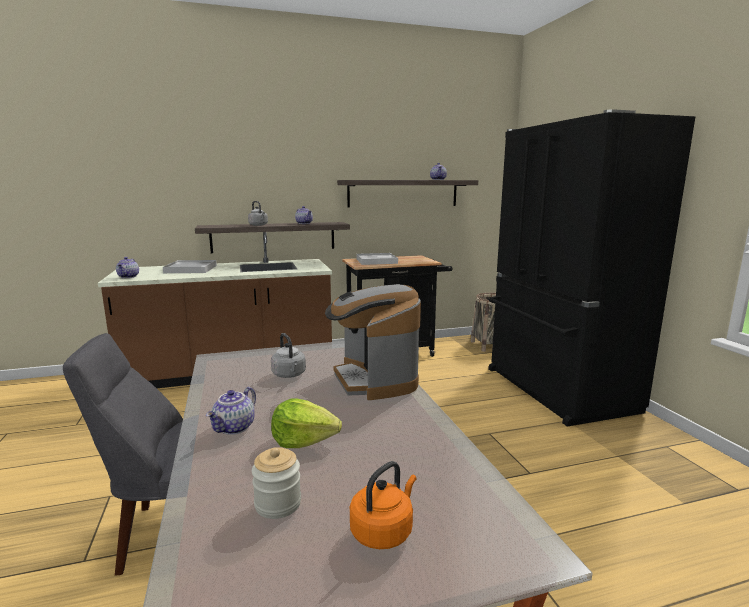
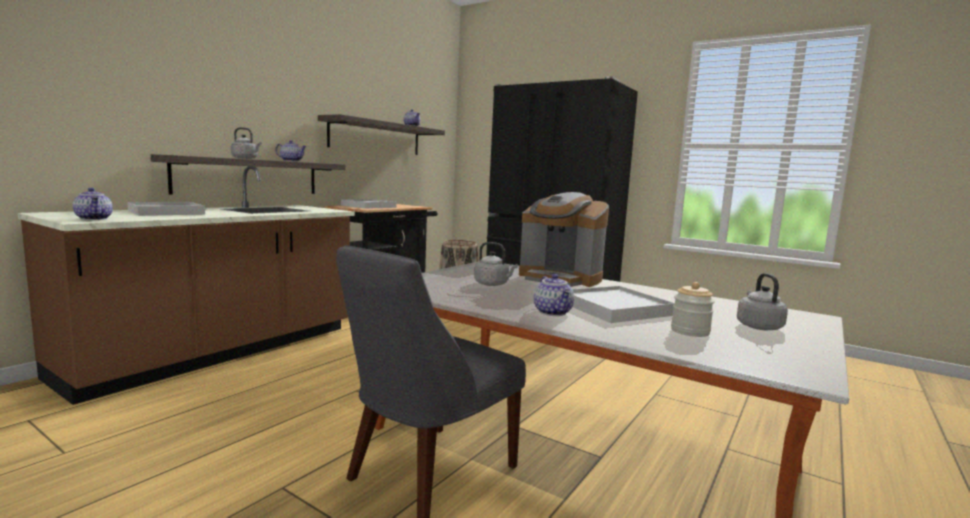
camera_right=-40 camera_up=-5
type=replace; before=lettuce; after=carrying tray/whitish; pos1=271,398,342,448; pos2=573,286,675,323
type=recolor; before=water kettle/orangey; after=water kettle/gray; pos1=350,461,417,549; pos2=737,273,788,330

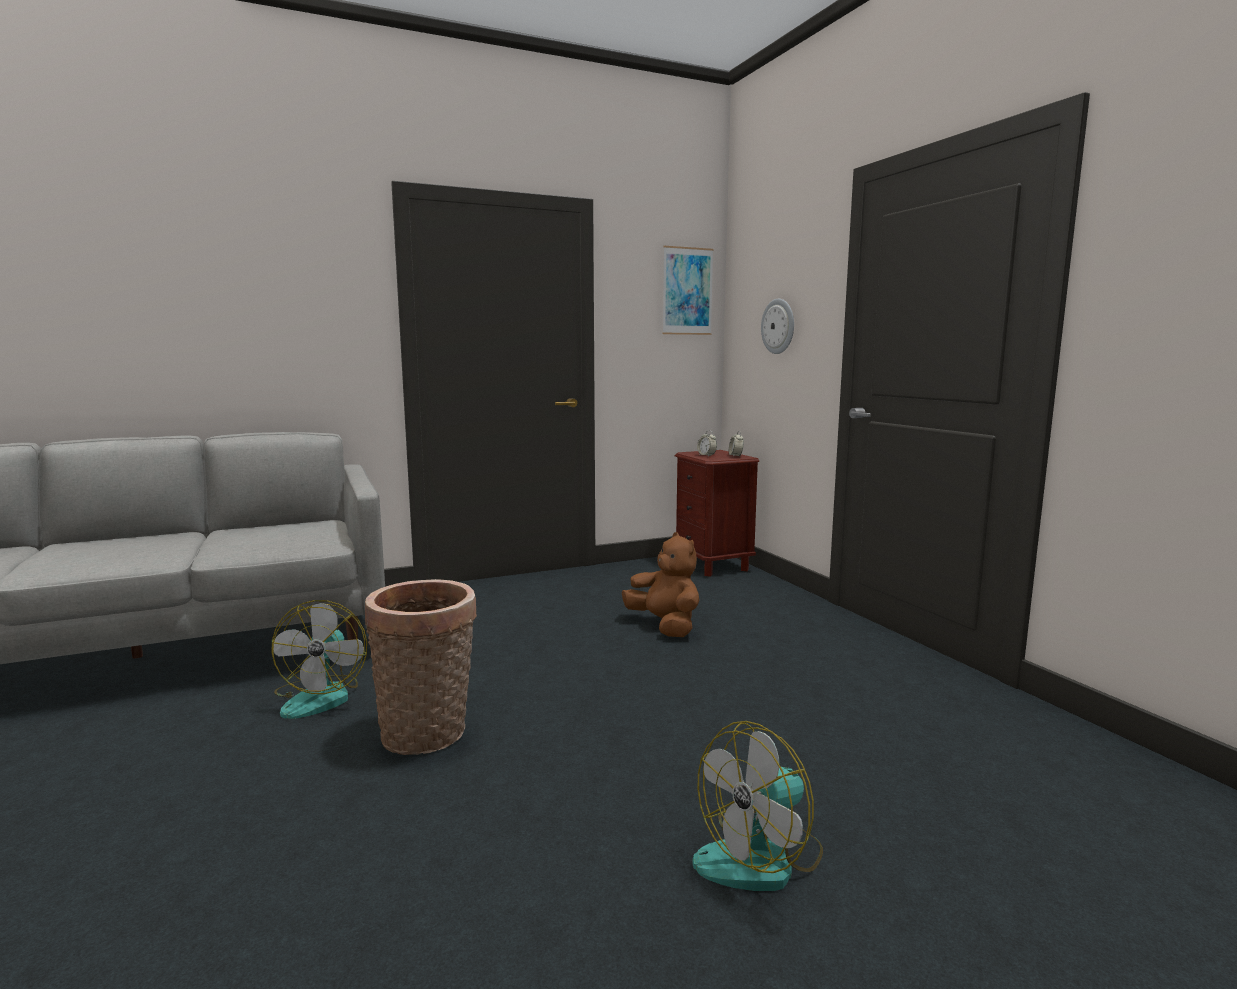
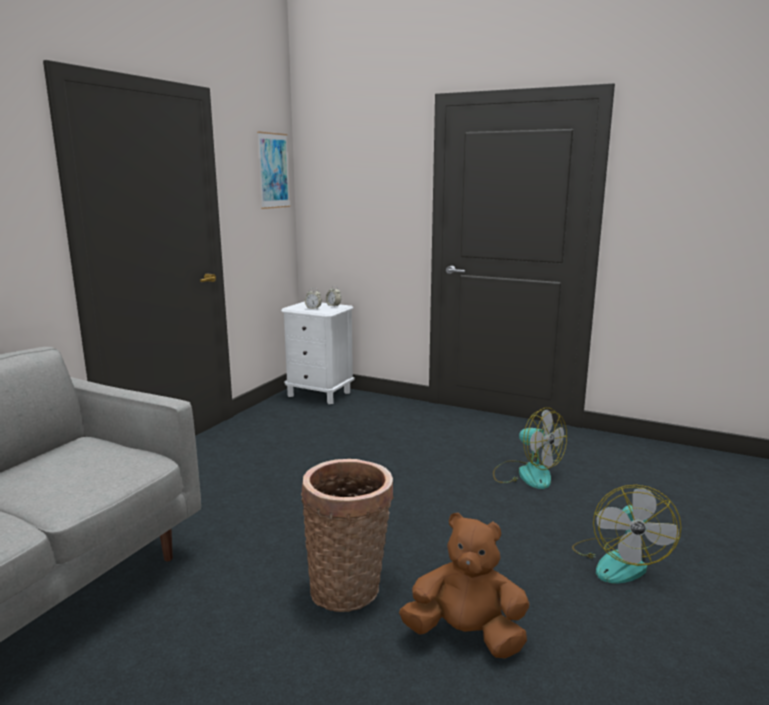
camera_right=-40 camera_up=5
type=move; before=electric fan; pos1=271,600,367,719; pos2=493,408,567,489
type=move; before=soft toy/brownish; pos1=622,532,700,637; pos2=399,513,529,658
type=recolor; before=nightstand/brownish; after=nightstand/whitish; pos1=674,450,759,577; pos2=281,301,354,404
type=delete; before=wall clock; pos1=761,299,794,354

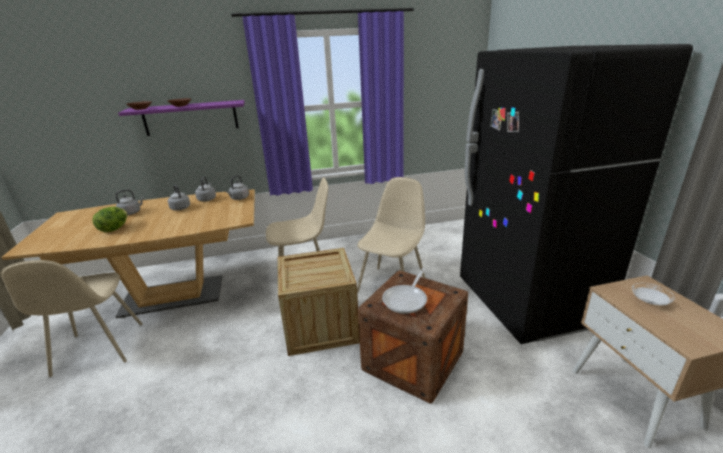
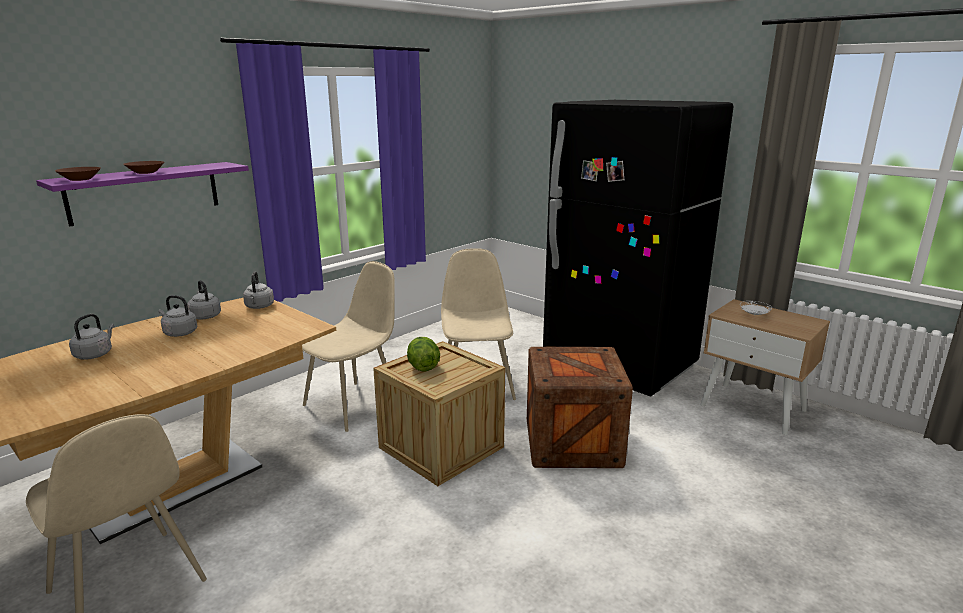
camera_right=-35 camera_up=-5
type=move; before=lettuce; pos1=92,207,128,232; pos2=407,337,440,371
type=delete; before=pan; pos1=382,268,427,314

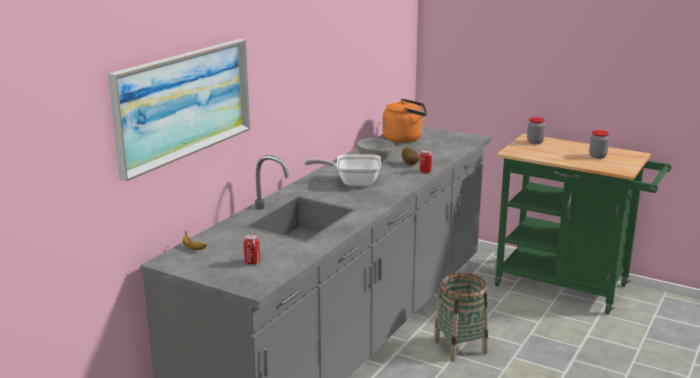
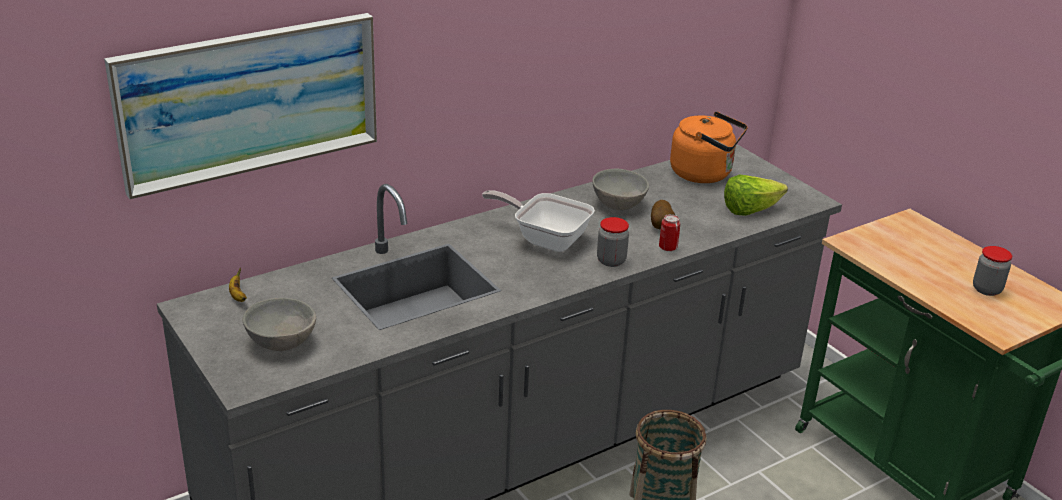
camera_right=25 camera_up=10
type=replace; before=can; after=bowl/gray; pos1=244,234,260,265; pos2=242,298,316,351
type=move; before=preserve jar; pos1=527,117,545,144; pos2=597,217,629,267
type=insert; after=lettuce; pos2=724,174,788,216

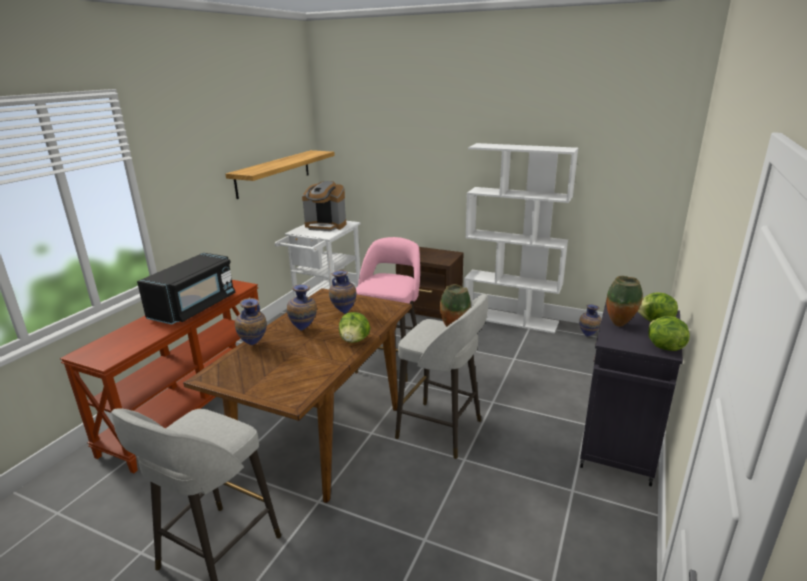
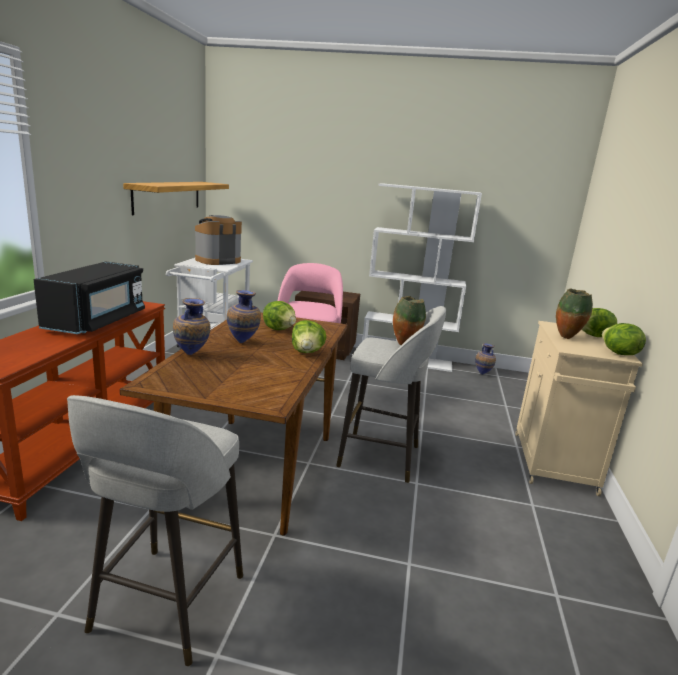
camera_right=-15 camera_up=-5
type=rotate; before=coffee brewer; pos1=302,181,346,231; pos2=195,215,242,265; turn=135
type=replace; before=decorative vase; after=lettuce; pos1=329,270,356,314; pos2=263,301,296,330
type=recolor; before=storage cabinet/black; after=storage cabinet/beige-coloured; pos1=580,303,683,487; pos2=516,321,643,496

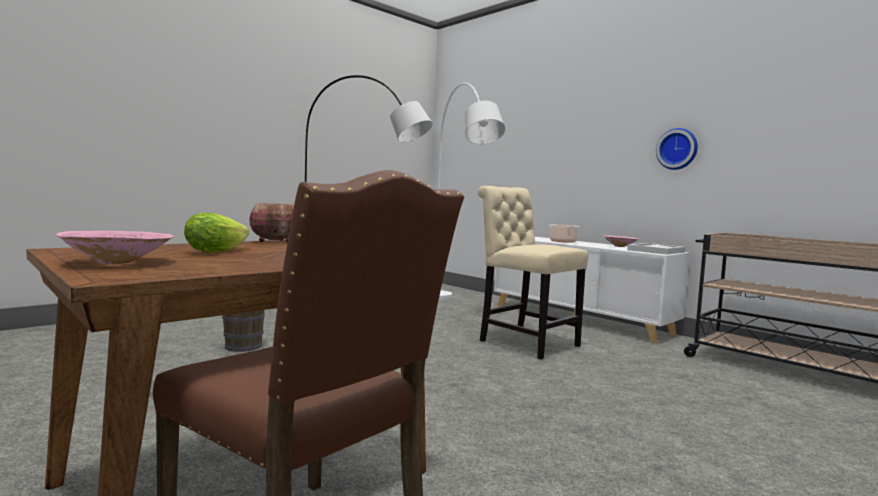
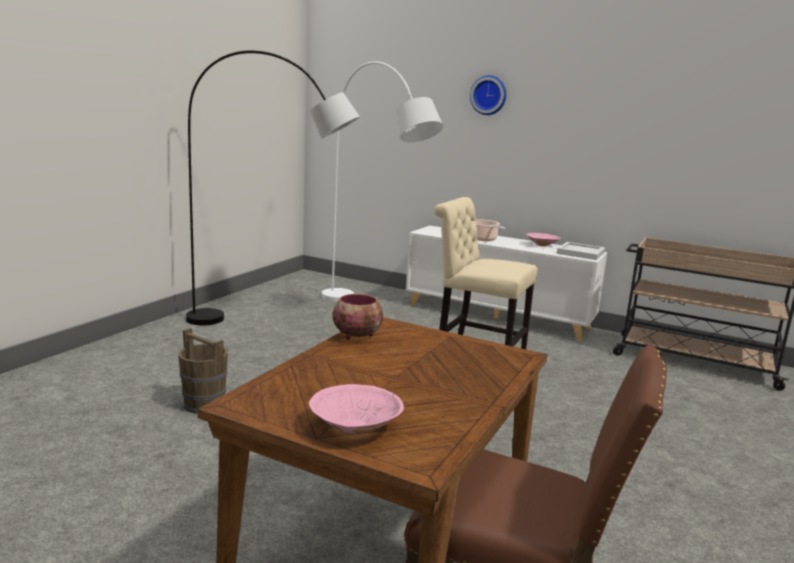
camera_right=-20 camera_up=10
type=delete; before=lettuce; pos1=184,212,249,253
type=move; before=wall clock; pos1=656,128,698,170; pos2=470,75,506,115

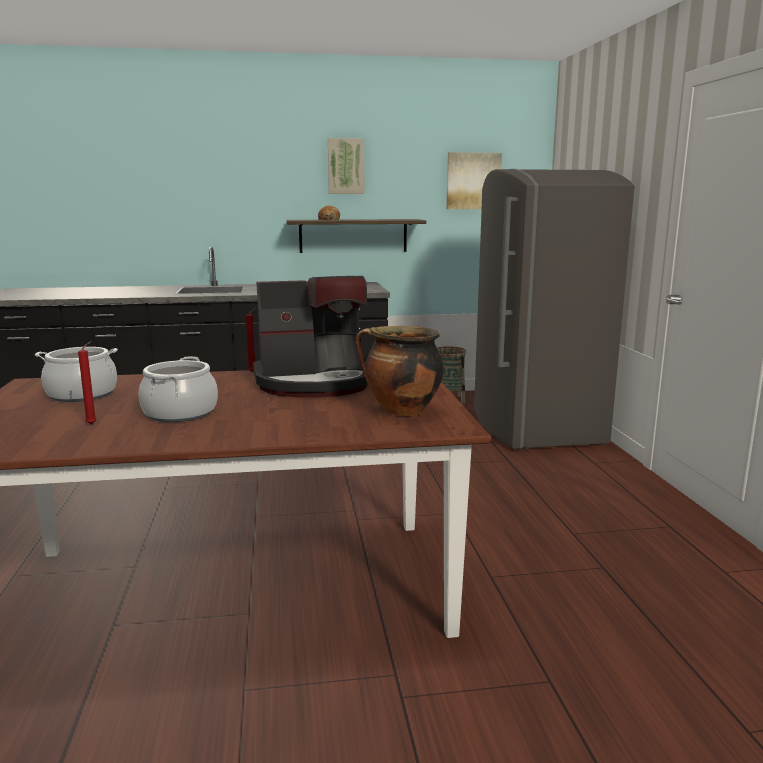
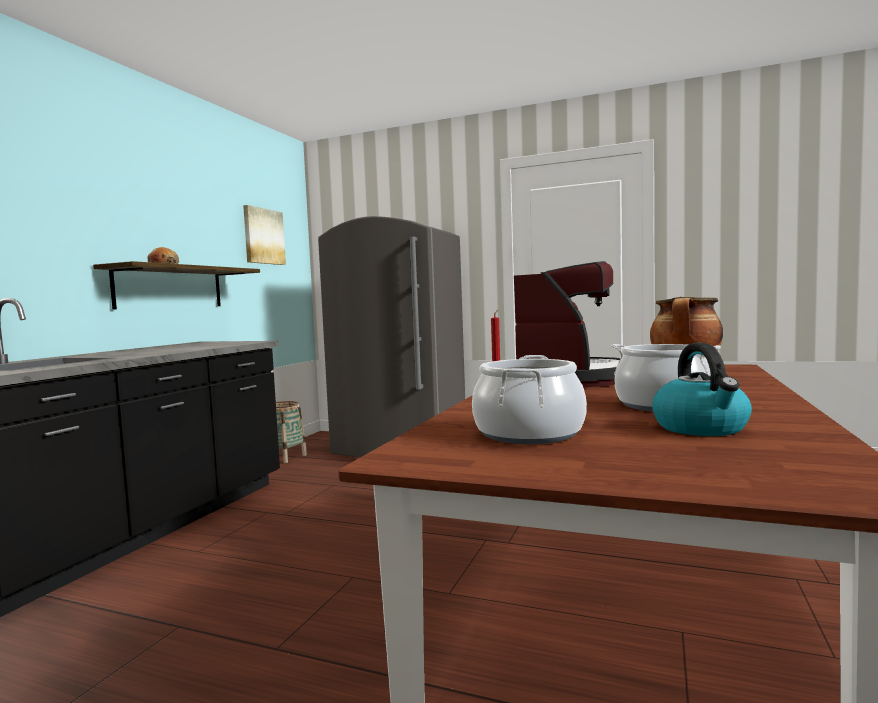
camera_right=-60 camera_up=-10
type=replace; before=wax light/red-coloured; after=water kettle; pos1=78,341,97,425; pos2=652,343,752,436
type=delete; before=wall picture; pos1=328,138,364,194

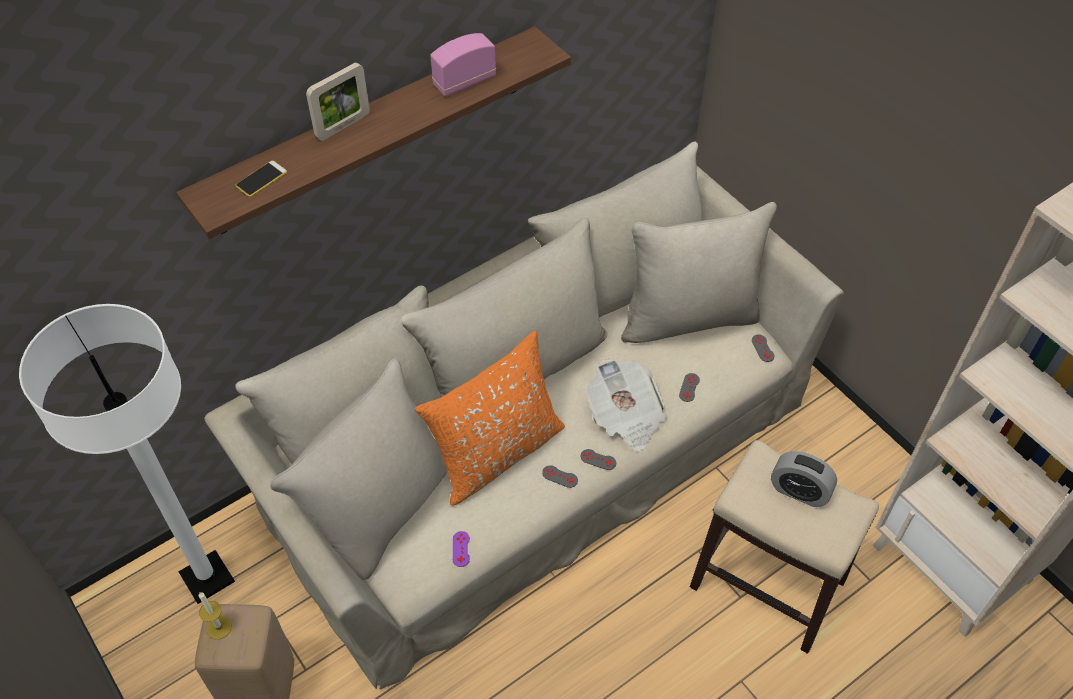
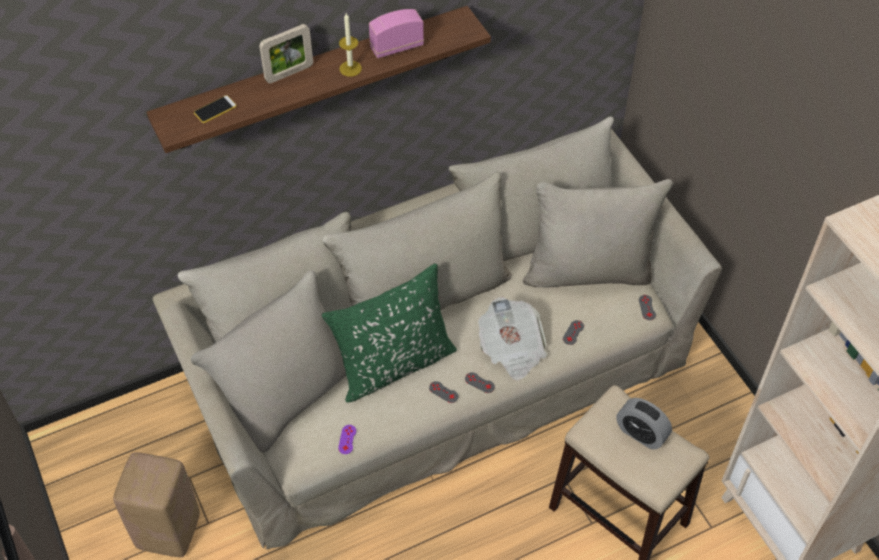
camera_right=10 camera_up=0
type=delete; before=standard lamp/whitish; pos1=19,304,235,604
type=move; before=wax light; pos1=199,592,232,640; pos2=339,13,362,77
type=recolor; before=cushion/orangey; after=cushion/greenish; pos1=415,331,565,506; pos2=322,263,457,402

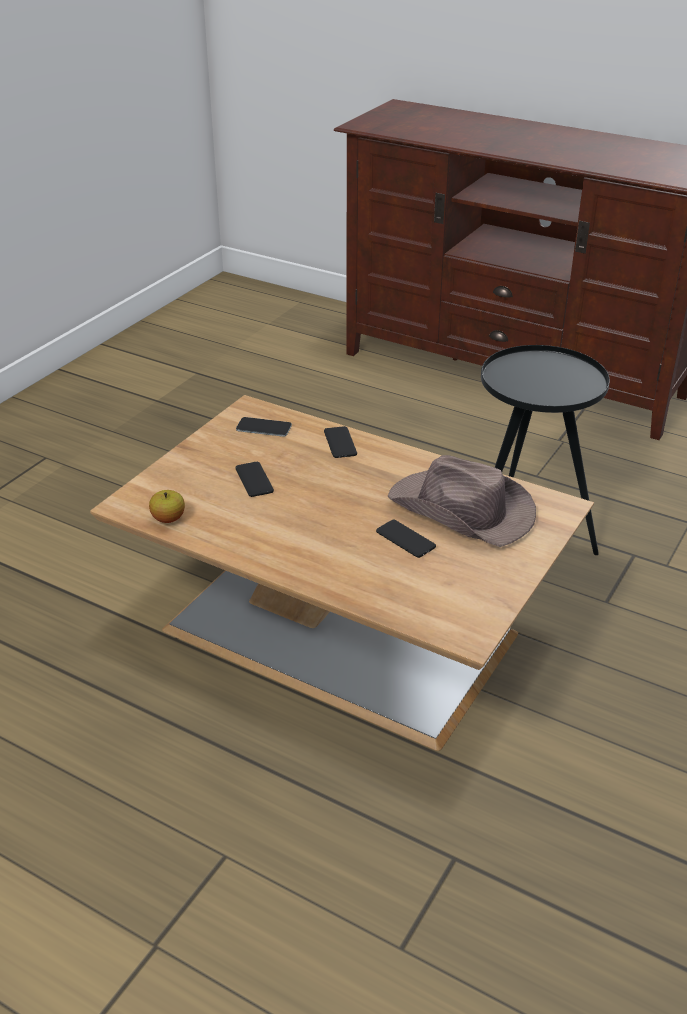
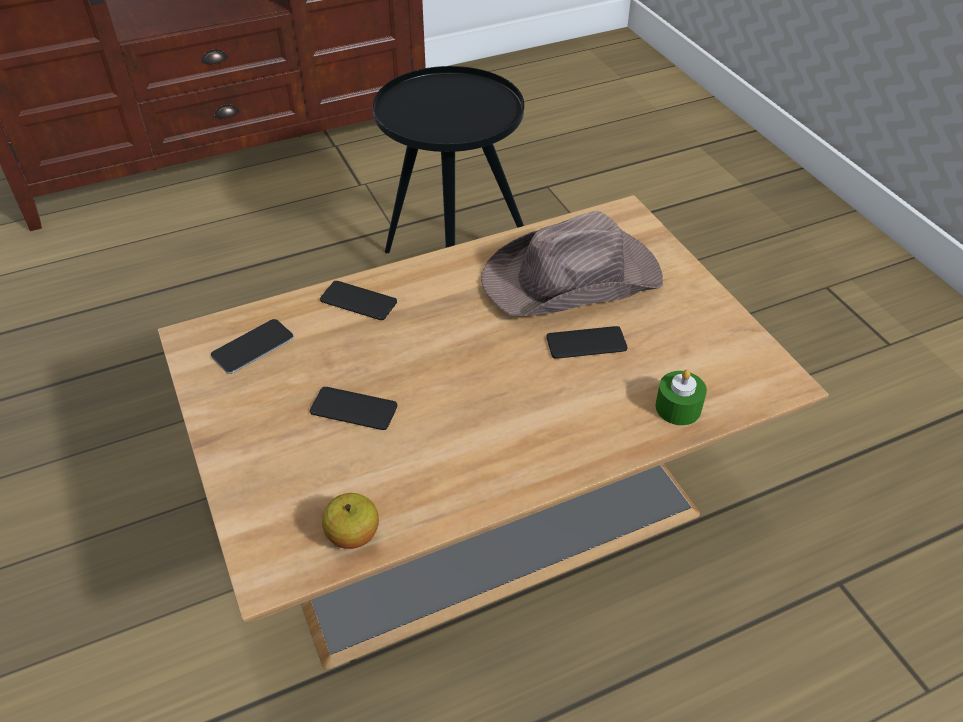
camera_right=-55 camera_up=10
type=insert; after=wax light/greenish; pos2=655,369,707,425

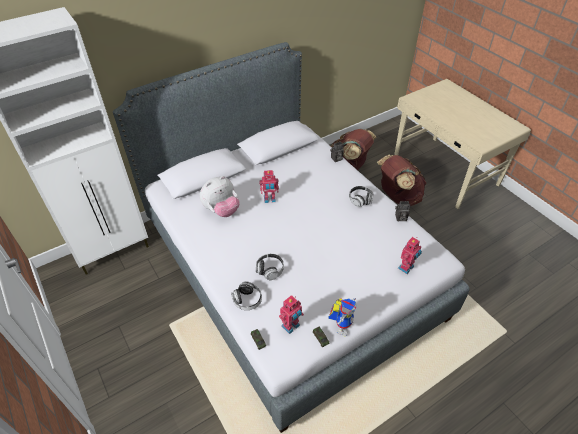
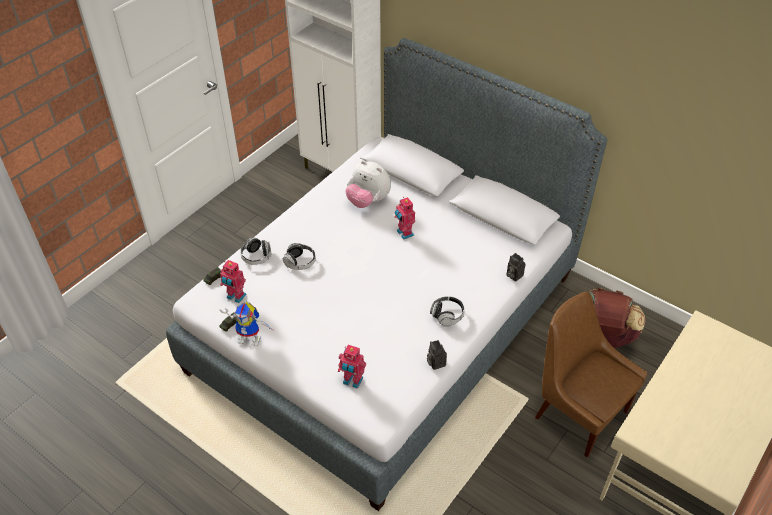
camera_right=70 camera_up=0
type=replace; before=rucksack/brownish; after=upright chair/brownish; pos1=377,155,427,206; pos2=535,292,647,457

